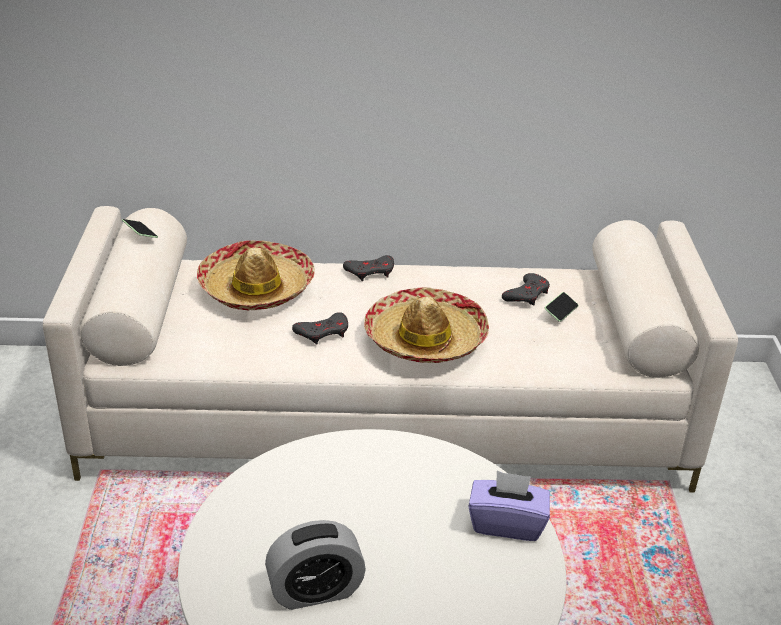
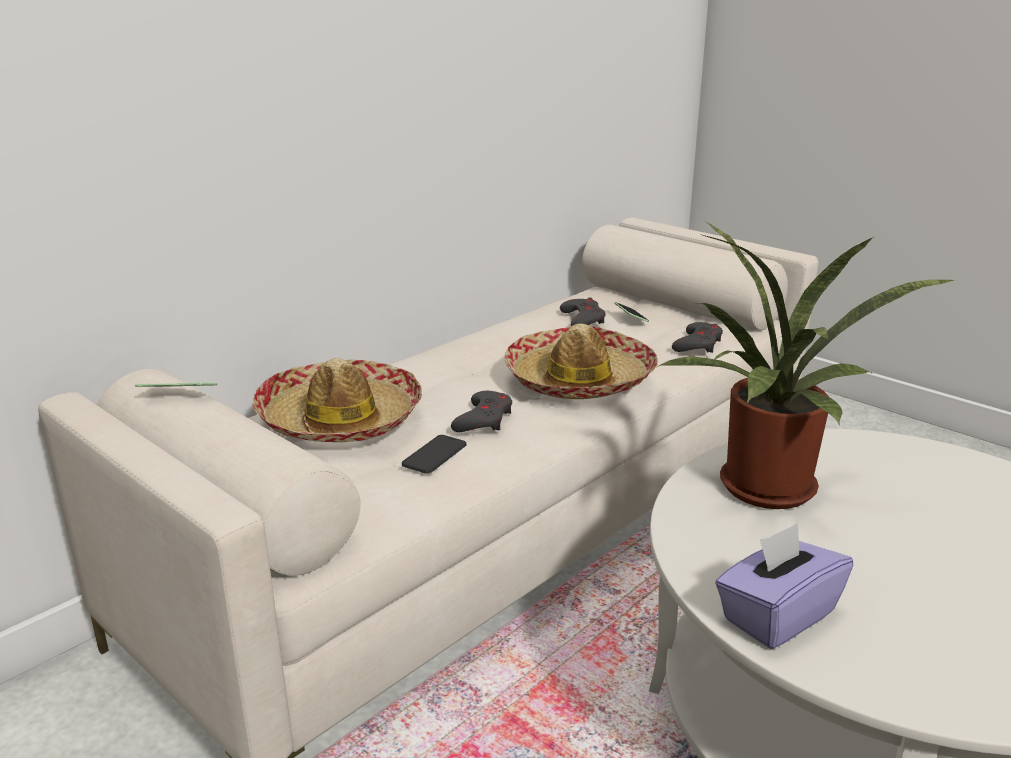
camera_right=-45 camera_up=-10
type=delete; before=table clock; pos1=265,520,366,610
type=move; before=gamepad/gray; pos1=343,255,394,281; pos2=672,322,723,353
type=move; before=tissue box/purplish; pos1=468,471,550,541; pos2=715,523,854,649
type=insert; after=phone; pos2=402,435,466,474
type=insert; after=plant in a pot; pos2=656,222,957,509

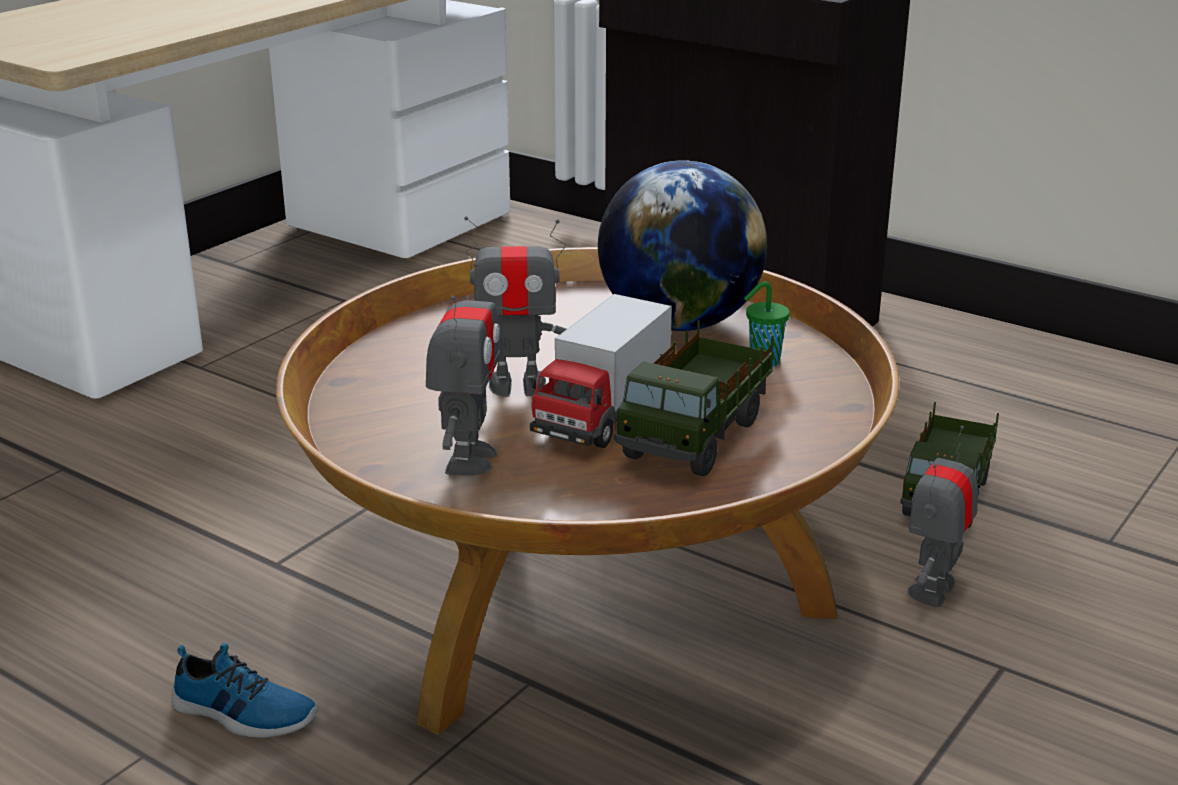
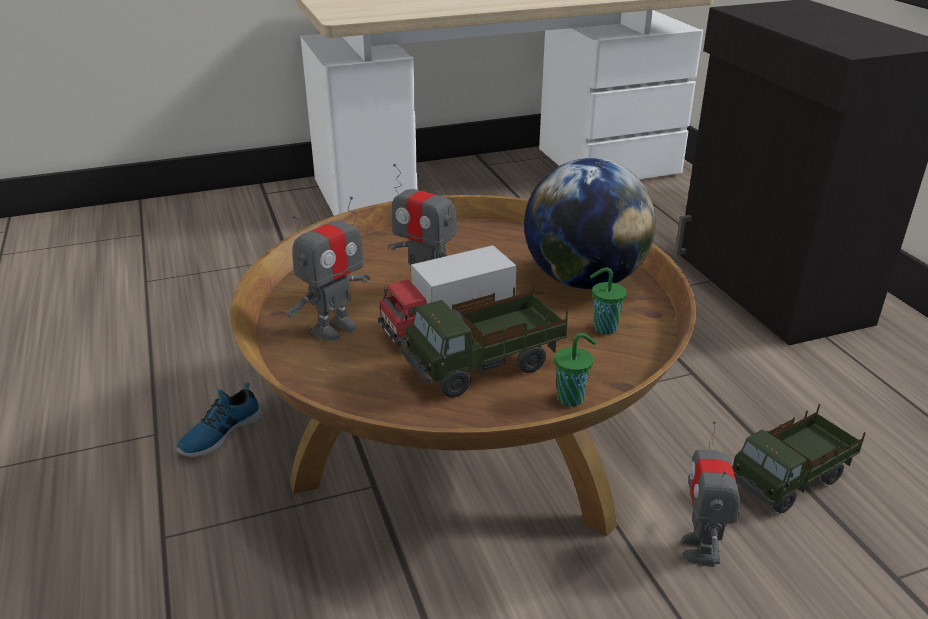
camera_right=35 camera_up=5
type=rotate; before=low shoe; pos1=172,643,318,738; pos2=176,382,262,457; turn=75
type=rotate; before=toy robot; pos1=908,425,978,608; pos2=681,421,740,567; turn=-60
type=insert; after=small cup/greenish; pos2=554,333,596,407

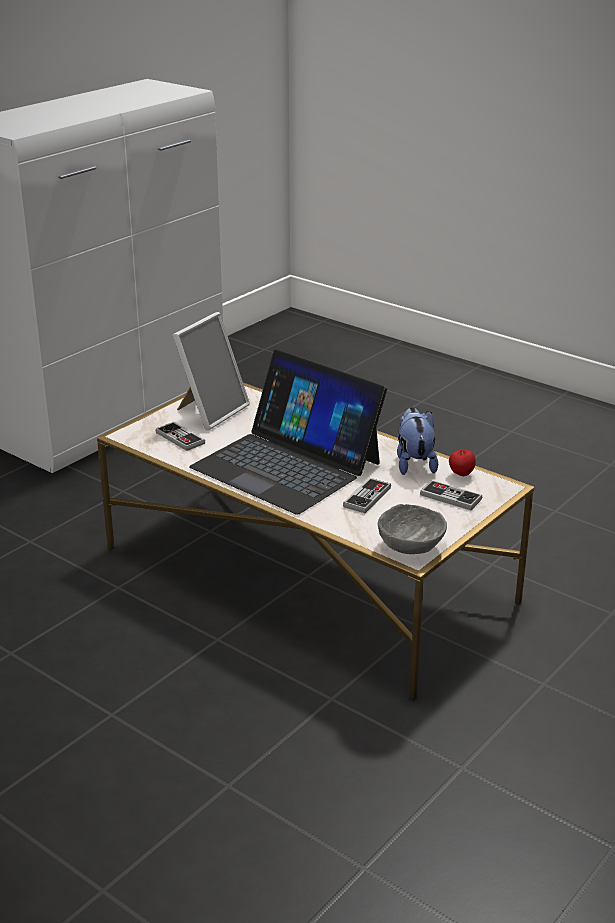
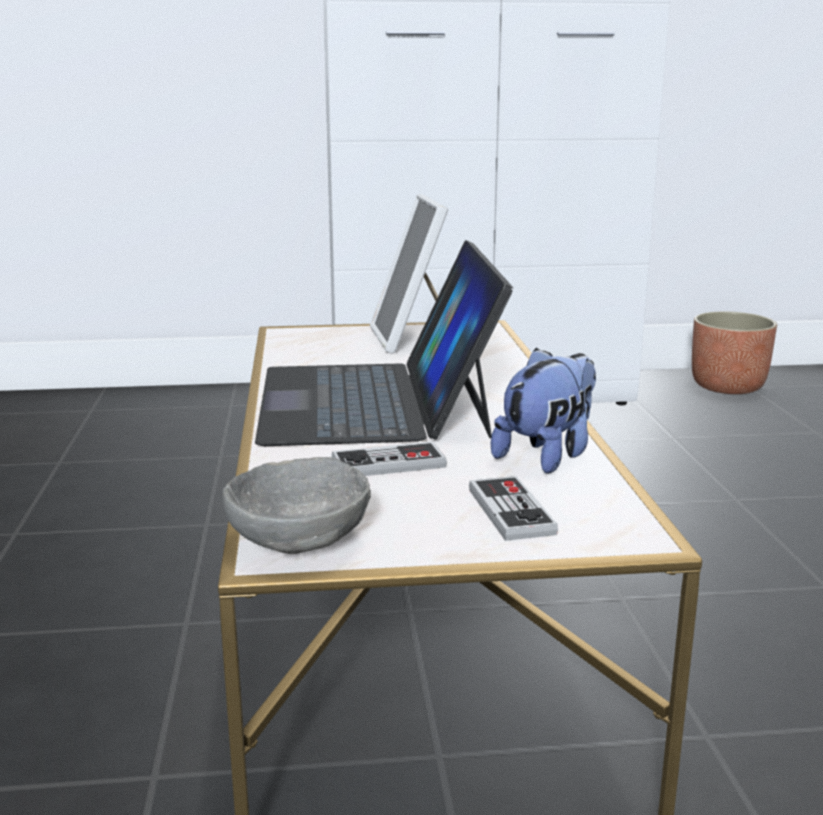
camera_right=45 camera_up=-10
type=delete; before=gamepad; pos1=156,422,205,451
type=rotate; before=photo frame; pos1=173,312,250,430; pos2=370,194,448,354; turn=90
type=delete; before=apple; pos1=449,449,476,476
type=insert; after=plant pot; pos2=692,312,777,394

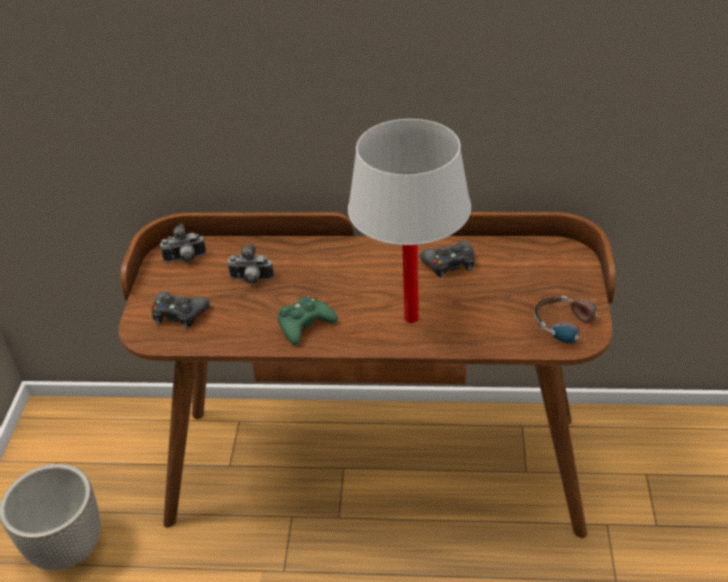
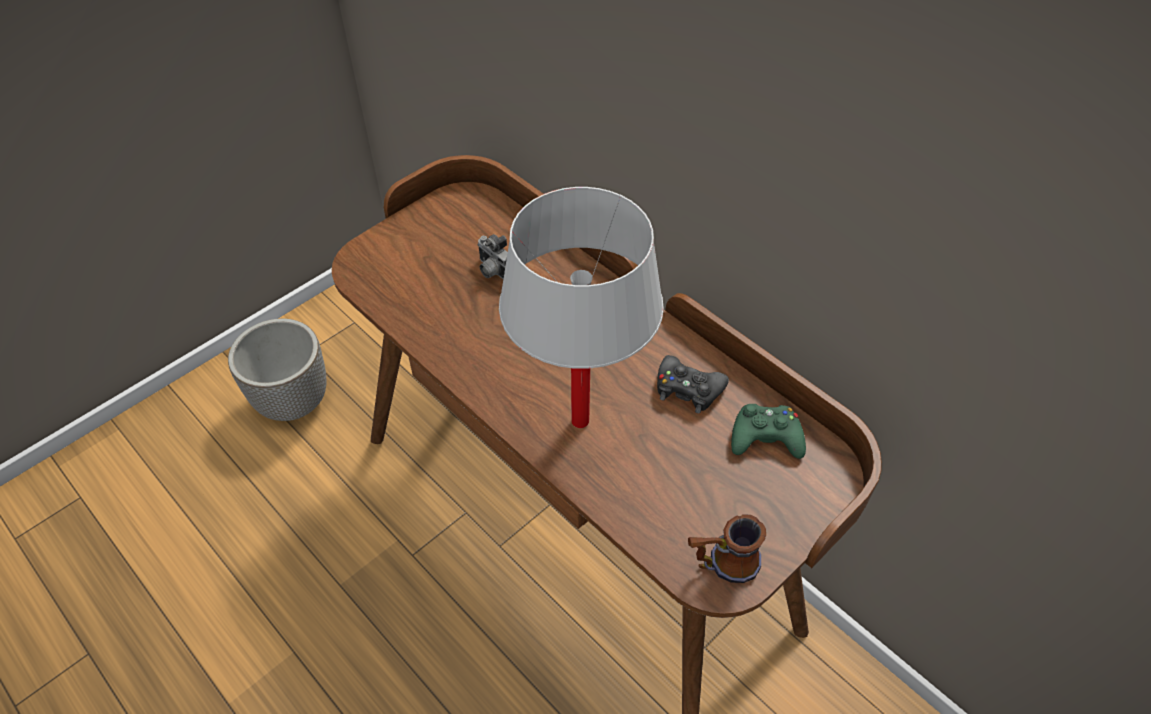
camera_right=40 camera_up=10
type=delete; before=gamepad/black; pos1=152,292,210,329
type=delete; before=still camera; pos1=160,224,206,262
type=move; before=gamepad/greenish; pos1=278,296,338,345; pos2=731,404,806,459
type=replace; before=headphones; after=coffee mug; pos1=534,296,604,347; pos2=688,514,766,583

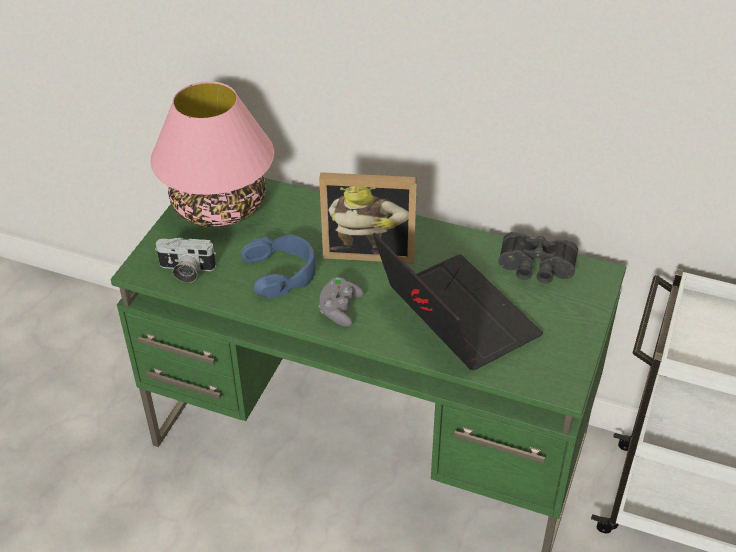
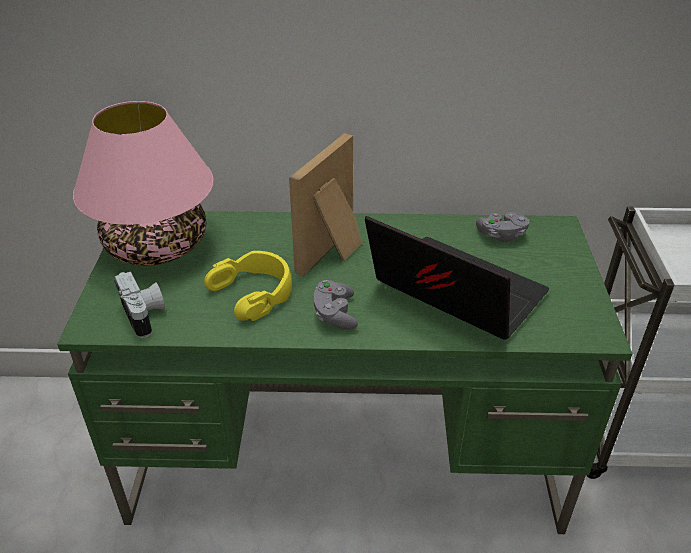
camera_right=-20 camera_up=-5
type=rotate; before=still camera; pos1=155,237,216,283; pos2=114,272,165,338; turn=-105
type=recolor; before=headphones/blue; after=headphones/yellowish; pos1=241,234,316,298; pos2=204,251,292,321
type=rotate; before=photo frame; pos1=319,172,417,263; pos2=289,133,362,276; turn=135
type=replace; before=binoculars/black; after=gamepad/gray; pos1=498,232,578,283; pos2=476,212,530,242

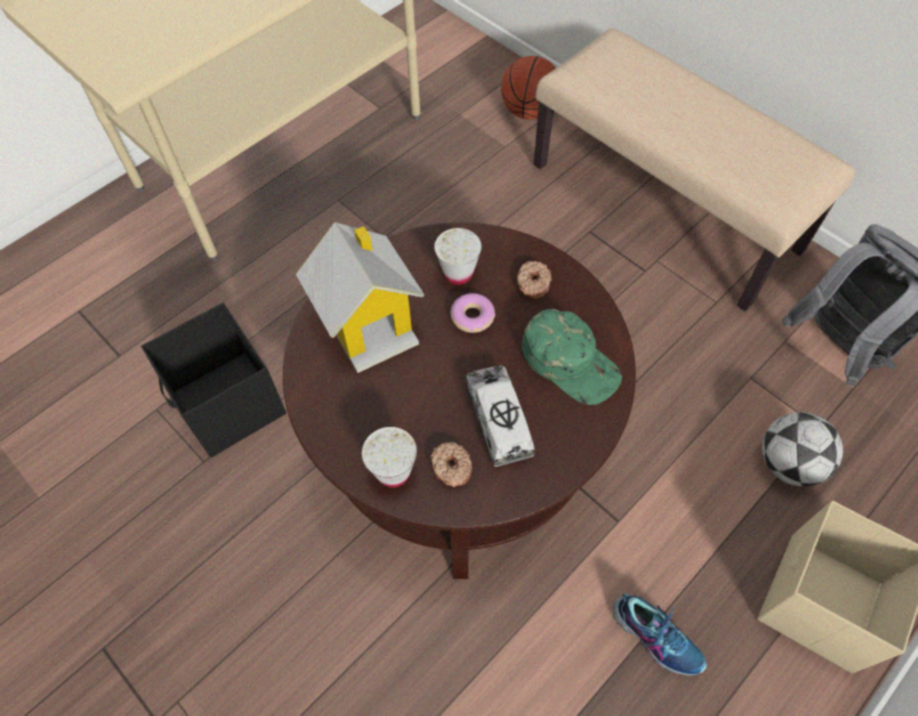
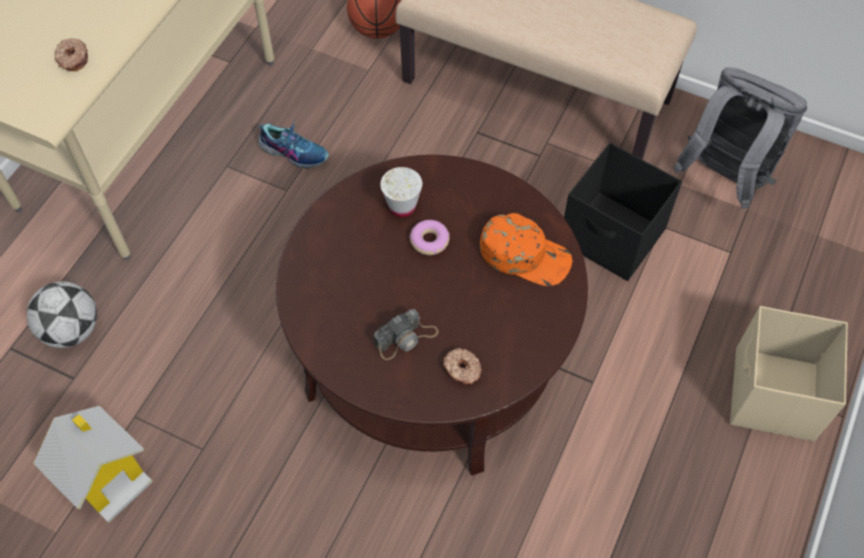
camera_right=-20 camera_up=0
type=move; before=storage bin/black; pos1=141,303,286,458; pos2=564,142,682,281
type=move; before=toy house; pos1=296,222,424,373; pos2=33,406,153,523
type=delete; before=small cup/whitish; pos1=362,427,417,487
type=delete; before=toy truck; pos1=466,365,534,467
type=move; before=donut; pos1=517,261,552,299; pos2=55,38,88,71
type=recolor; before=peaked cap/greenish; after=peaked cap/orangey; pos1=522,309,622,405; pos2=480,213,573,286
type=move; before=low shoe; pos1=613,593,707,675; pos2=258,119,329,169
type=move; before=football; pos1=762,412,843,487; pos2=27,281,97,348
type=insert; after=still camera; pos2=374,309,438,360

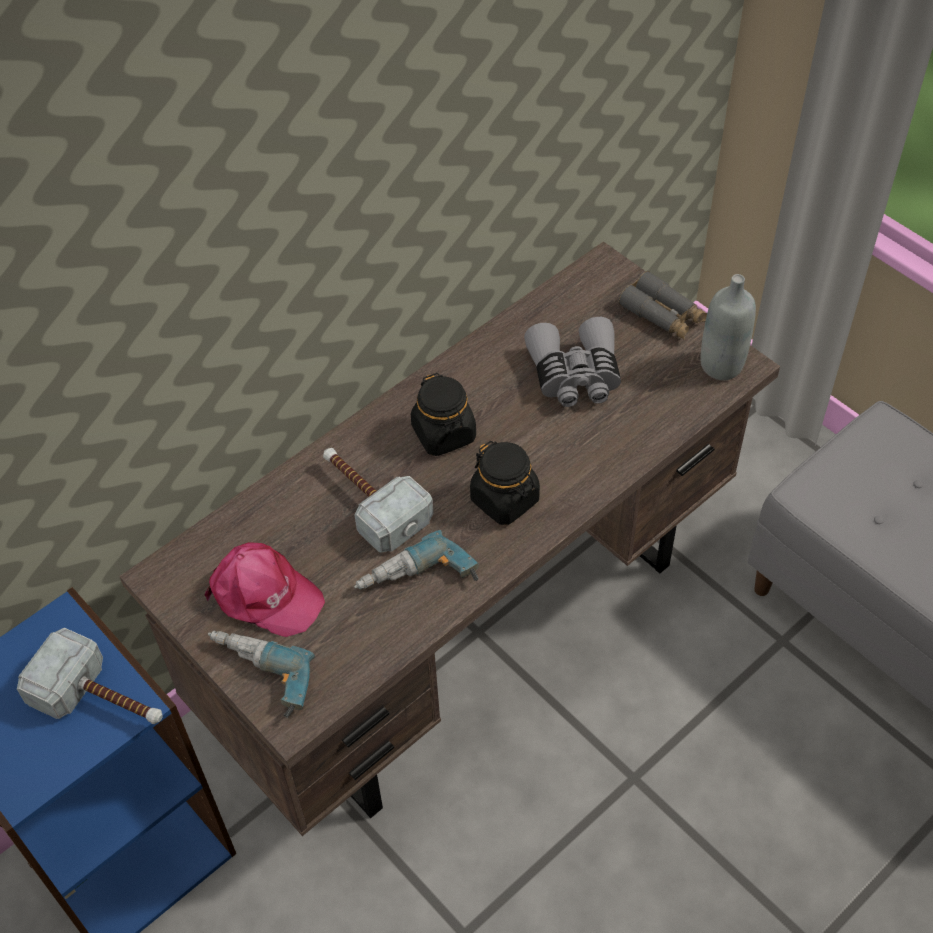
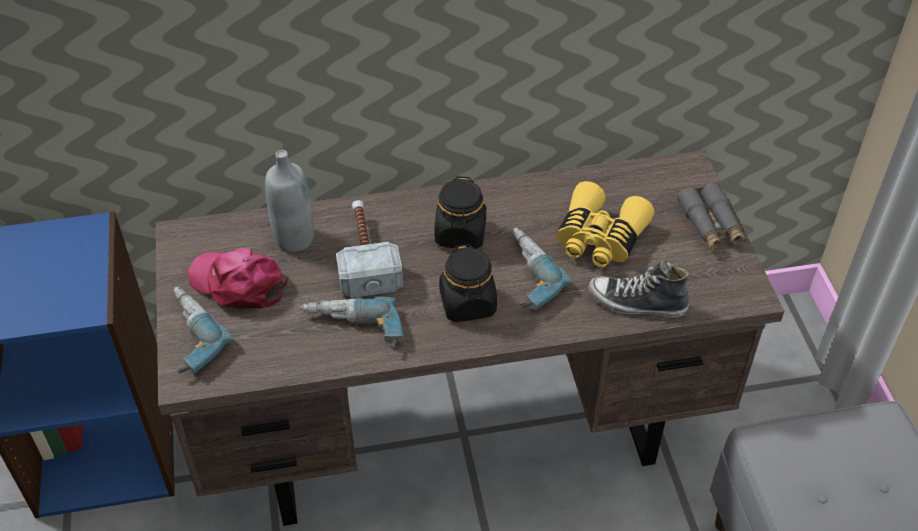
camera_right=30 camera_up=-5
type=delete; before=hand hammer; pos1=17,628,163,724
type=rotate; before=peaked cap/pink-coloured; pos1=205,542,325,637; pos2=187,248,288,308; turn=150
type=recolor; before=binoculars/gray; after=binoculars/yellowish; pos1=524,317,621,407; pos2=557,181,654,267
type=move; before=drink bottle/gray; pos1=700,274,756,381; pos2=265,150,314,252
type=insert; after=drill; pos2=513,228,572,310
type=insert; after=low shoe; pos2=588,260,689,317

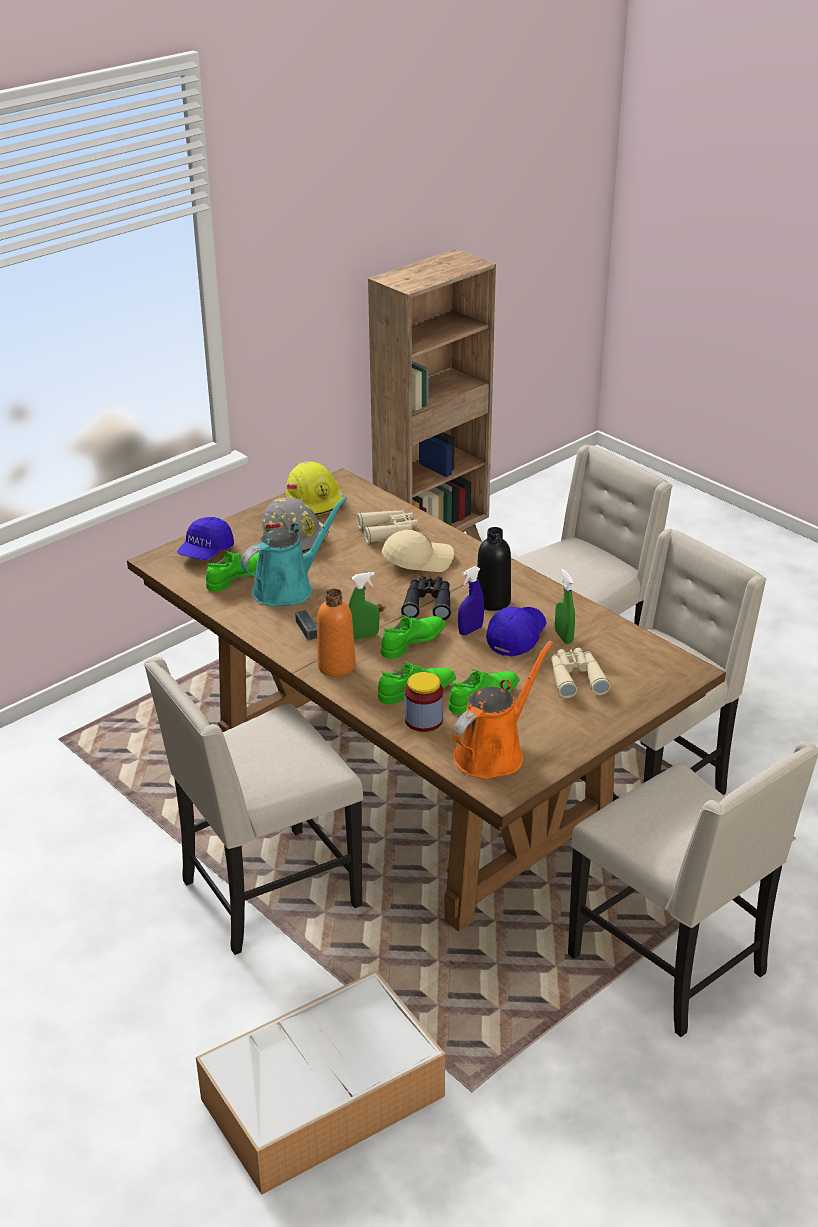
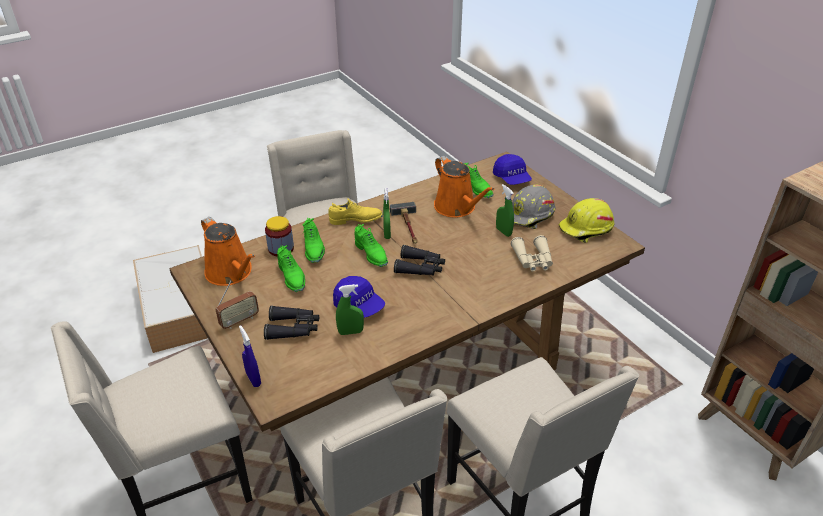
camera_right=100 camera_up=5
type=rotate; before=peaked cap/blue; pos1=177,517,234,560; pos2=493,154,532,185; turn=-150
type=recolor; before=watering pot/turquoise-coloured; after=watering pot/orangey; pos1=241,497,347,607; pos2=434,156,494,218
type=replace; before=drink bottle/orangey; after=low shoe/yellowish; pos1=317,589,356,677; pos2=328,198,383,225
type=delete; before=peaked cap/beige-coloured; pos1=382,530,454,572
type=move; before=hand sprayer/blue; pos1=458,566,484,635; pos2=239,325,261,387
type=delete; before=drink bottle/black; pos1=477,527,511,611
type=recolor; before=binoculars/beige-coloured; after=binoculars/black; pos1=551,648,611,698; pos2=264,306,319,340
type=insert; after=radio receiver; pos2=216,281,259,329
type=insert; after=hand sprayer/greenish; pos2=496,184,514,237

